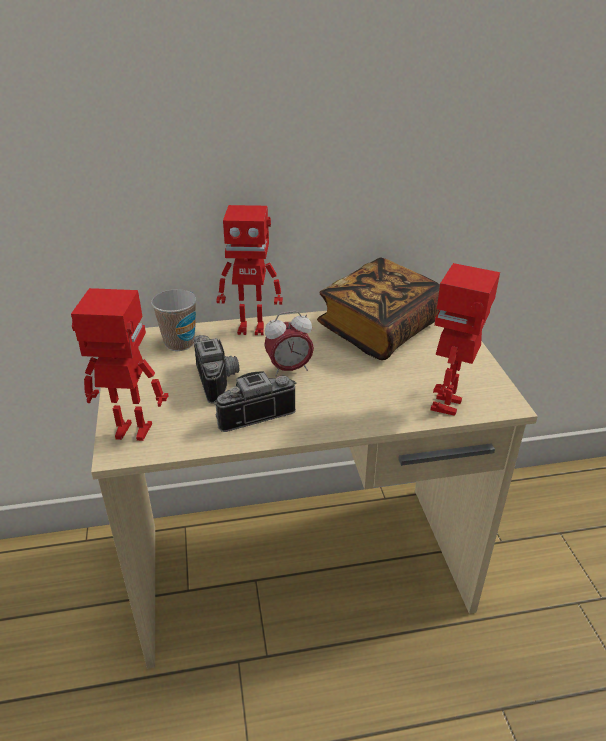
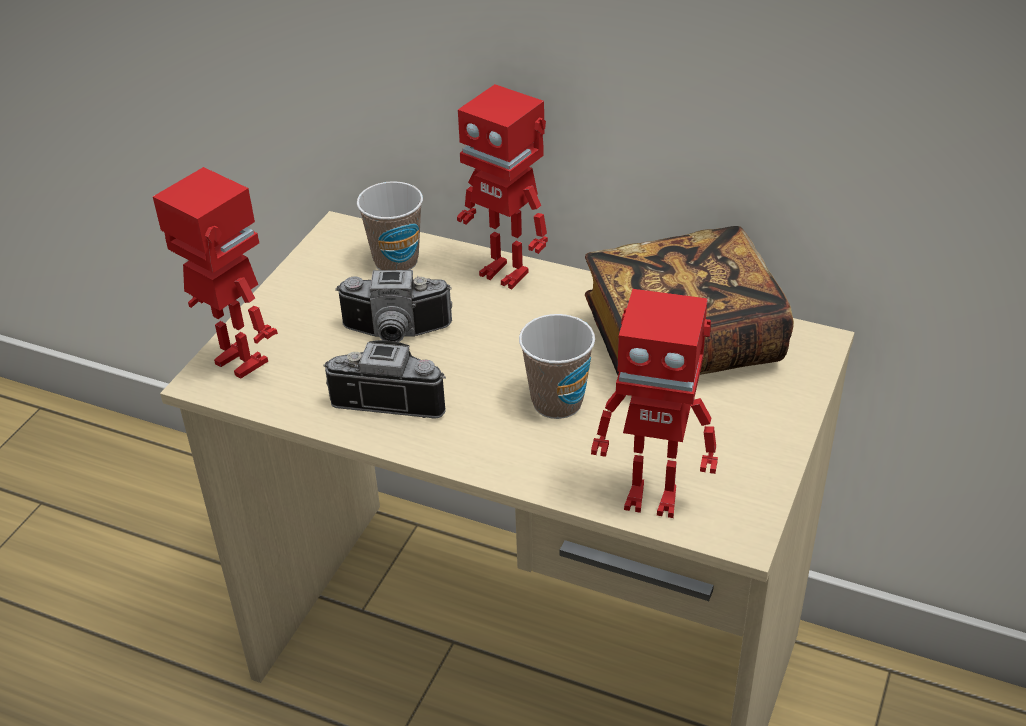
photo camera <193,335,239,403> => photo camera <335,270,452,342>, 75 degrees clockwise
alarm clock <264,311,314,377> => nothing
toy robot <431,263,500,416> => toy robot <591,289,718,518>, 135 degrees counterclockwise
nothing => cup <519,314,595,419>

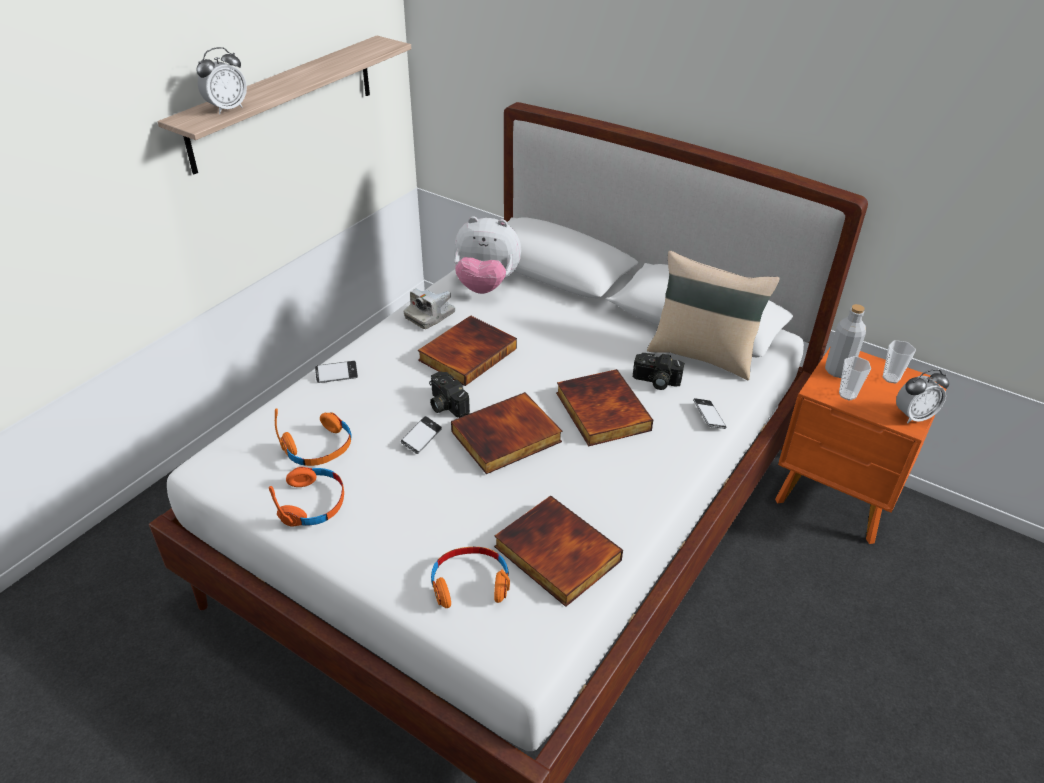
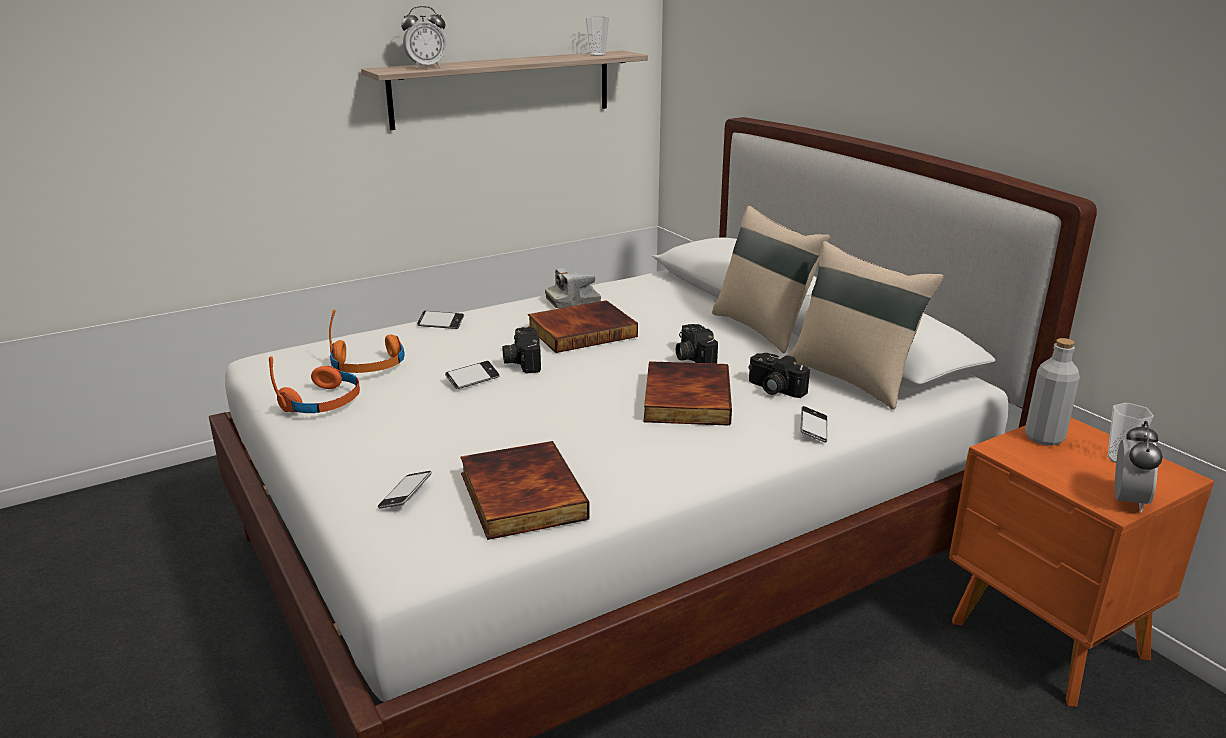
headphones in orange <431,547,510,608> => phone <378,471,432,509>
book <451,392,562,474> => nothing
plush toy <454,216,521,294> => nothing
cup <839,356,871,400> => cup <586,16,609,56>, relocated
alarm clock <896,369,949,424> => alarm clock <1115,421,1163,513>, 75 degrees counterclockwise
nothing => photo camera <676,324,718,364>
nothing => pillow in beige <712,206,830,353>

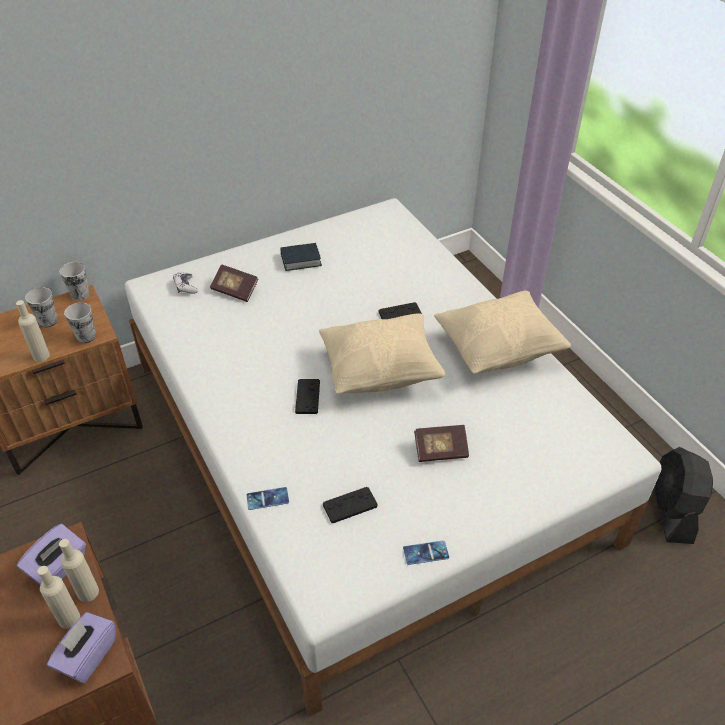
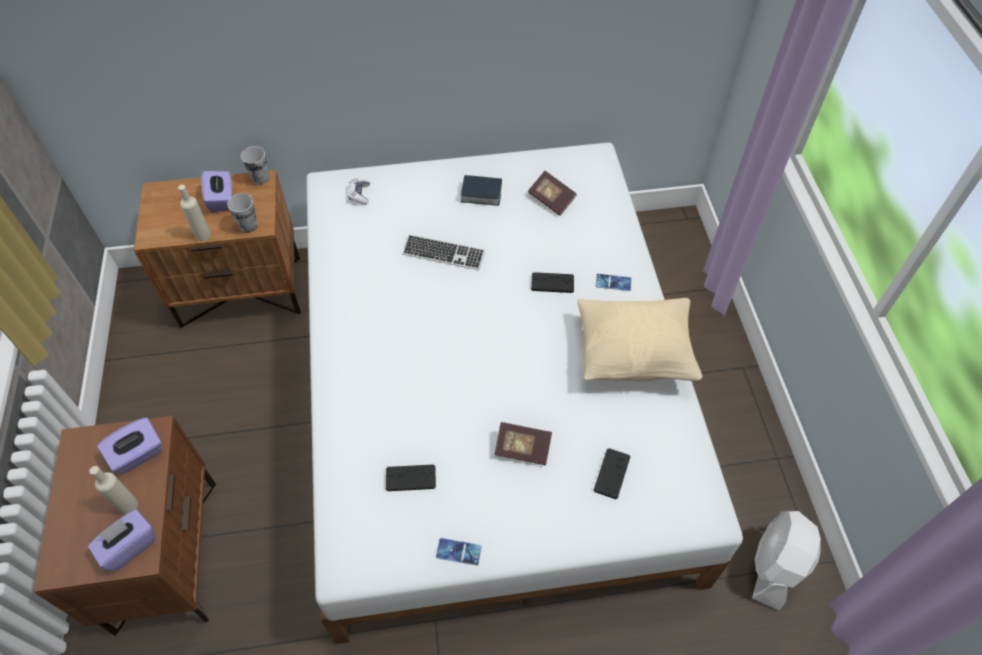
cup <25,287,58,328> => tissue box in purple <202,171,232,213>
bottle in beige <59,539,99,602> => nothing
book <210,264,258,302> => book <528,171,577,216>, relocated
phone <247,487,289,510> => phone <596,274,632,291>, relocated
game controller in black <295,379,320,414> => game controller in black <594,448,631,499>, relocated
pillow in beige <319,313,446,394> => nothing
fan in black <653,447,713,544> => fan in white <752,511,821,611>
nothing => keyboard <402,234,485,270>

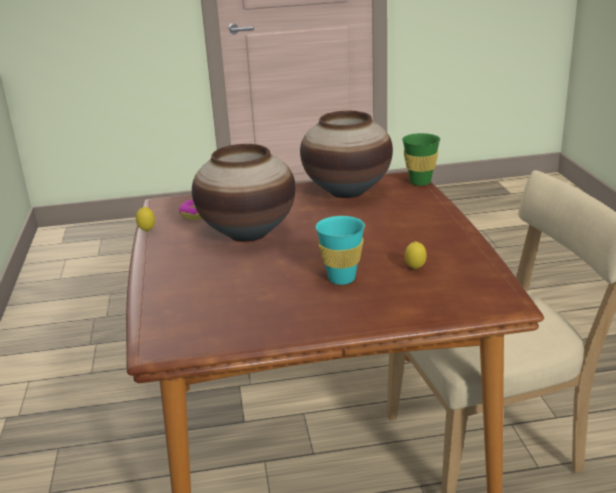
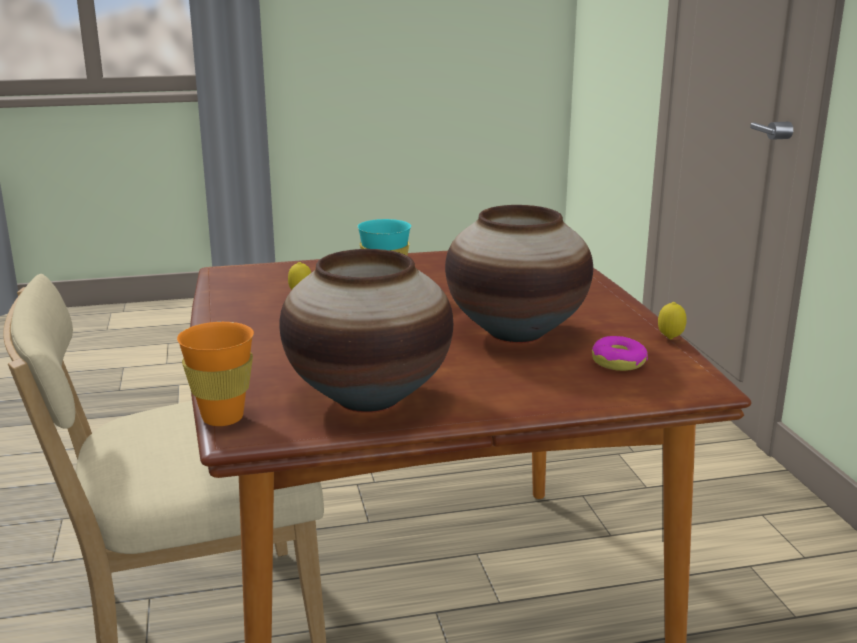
cup in green <402,133,440,186> => cup in orange <177,322,254,426>

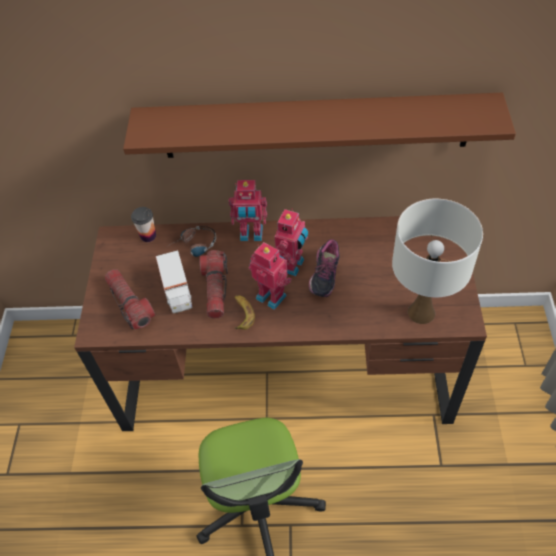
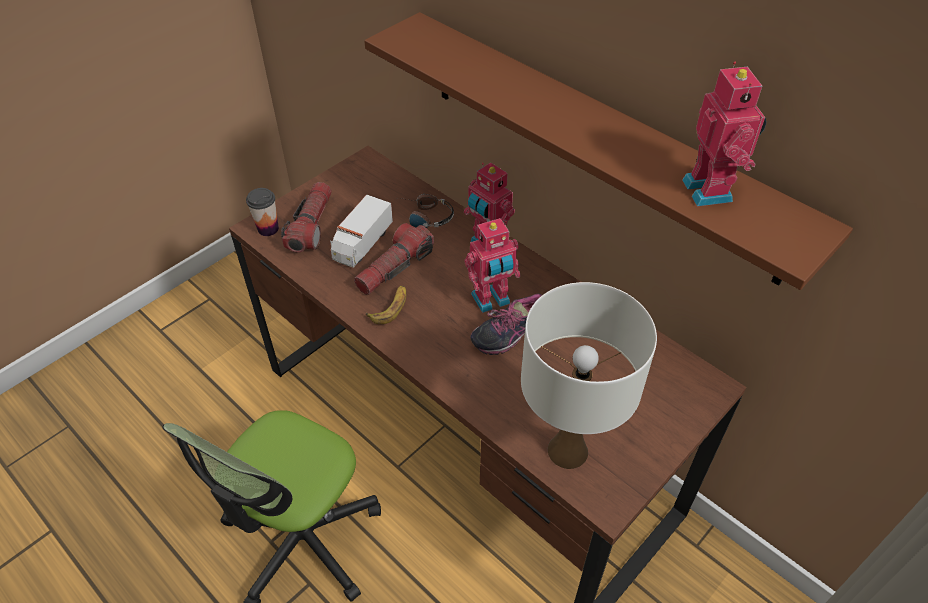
cup <131,207,156,242> => cup <246,188,279,236>, relocated
toy robot <249,242,292,310> => toy robot <682,61,766,206>, relocated

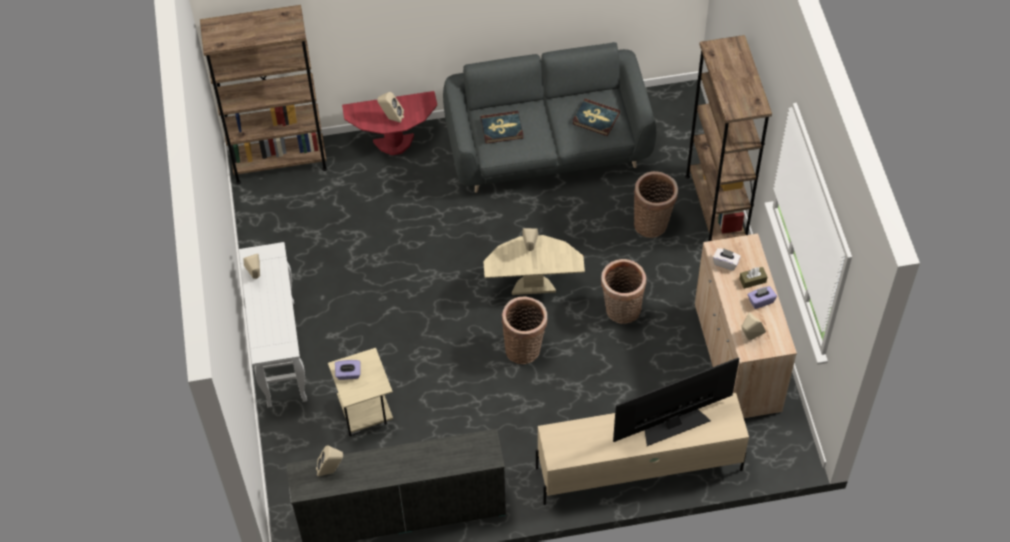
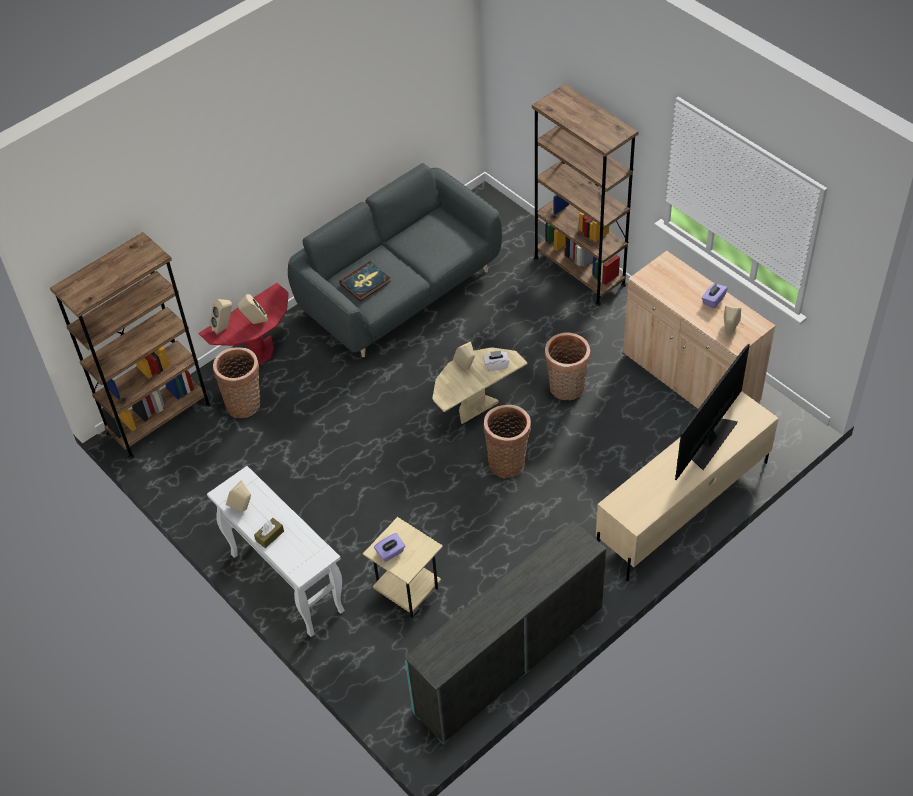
speaker in beige <316,446,343,476> => speaker in beige <209,299,232,334>, relocated
book <572,99,620,136> => nothing
basket <634,171,678,238> => basket <213,347,260,418>, relocated
tissue box in white <713,248,741,271> => tissue box in white <483,351,509,371>, relocated
tissue box in brown <739,267,767,289> => tissue box in brown <254,518,284,548>, relocated

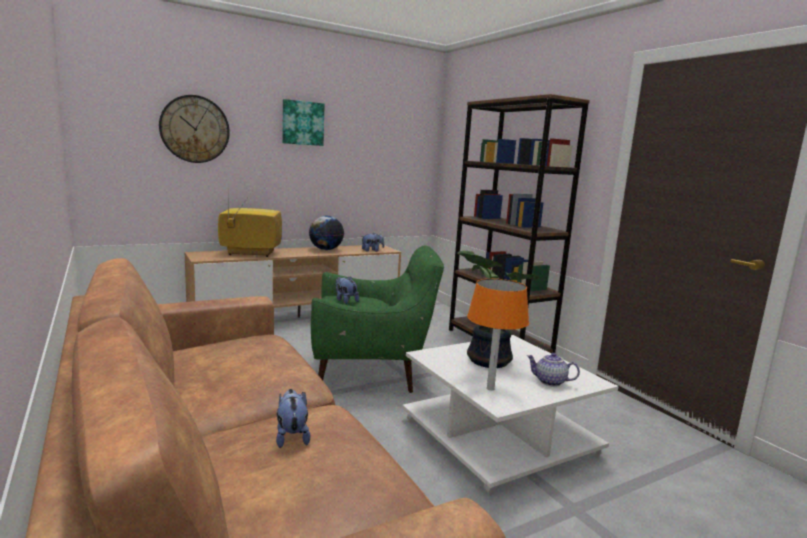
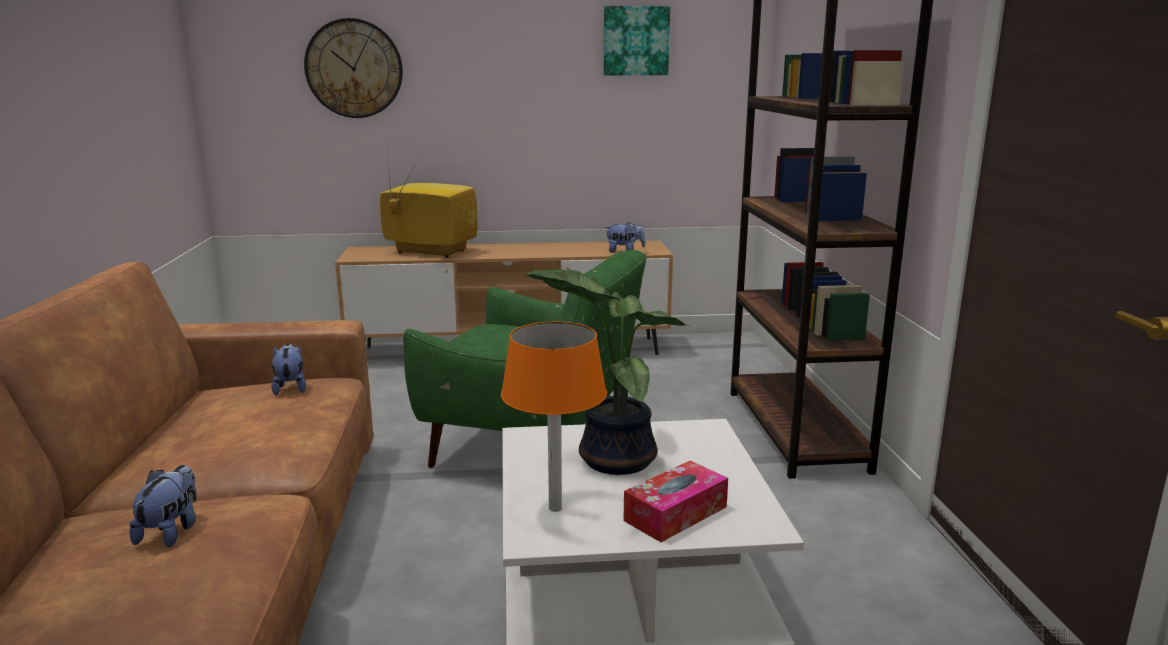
picture <282,99,325,146> => picture <604,6,670,75>, relocated
globe <309,216,344,250> => nothing
plush toy <336,276,359,304> => plush toy <272,343,306,396>, relocated
teapot <527,353,580,387> => tissue box <624,461,728,542>

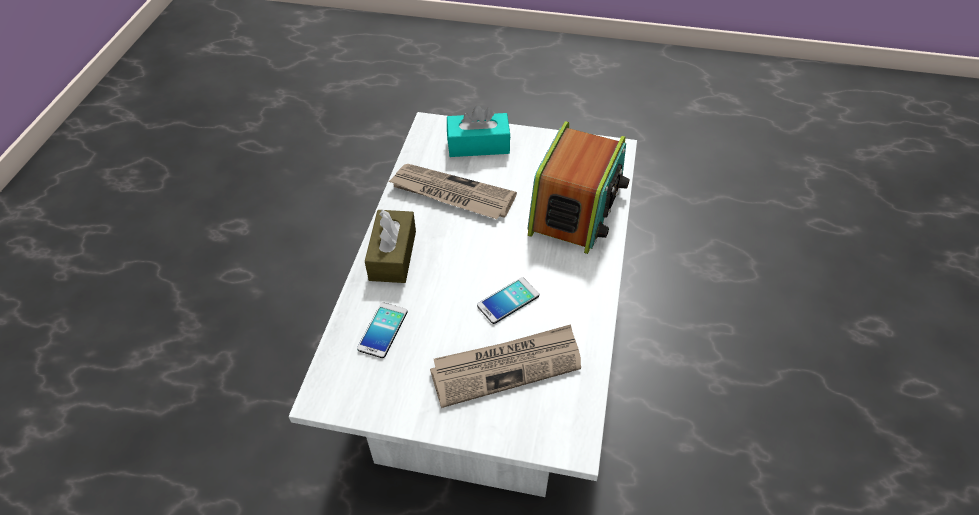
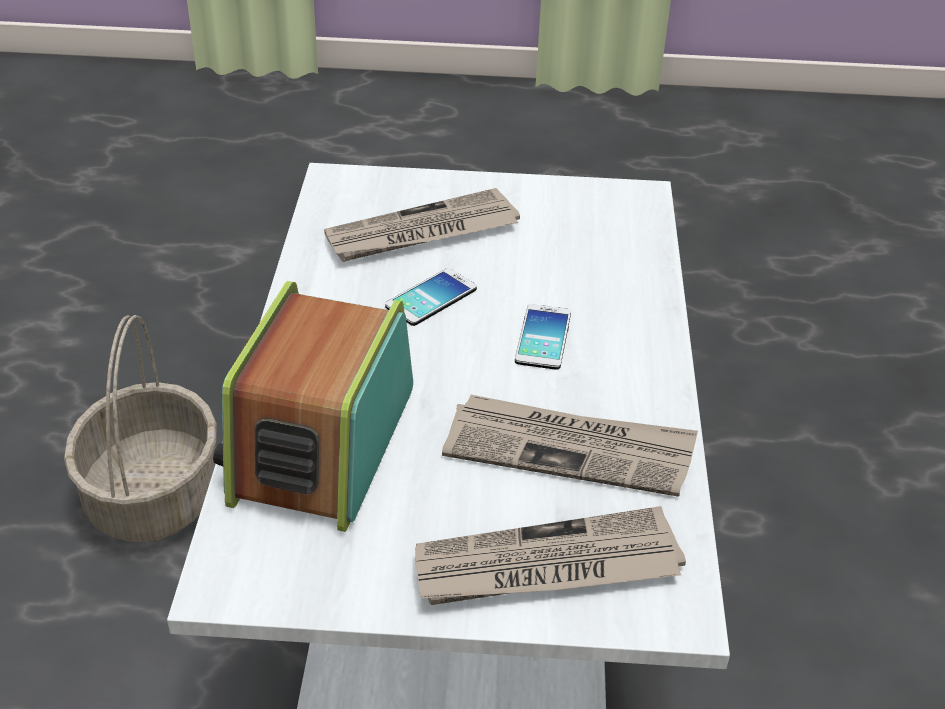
phone <357,302,408,358> => phone <515,304,571,370>, relocated
tissue box in brown <365,210,416,283> => nothing
tissue box in turquoise <447,105,511,157> => newspaper <415,506,686,605>
nothing => basket <64,315,217,543>

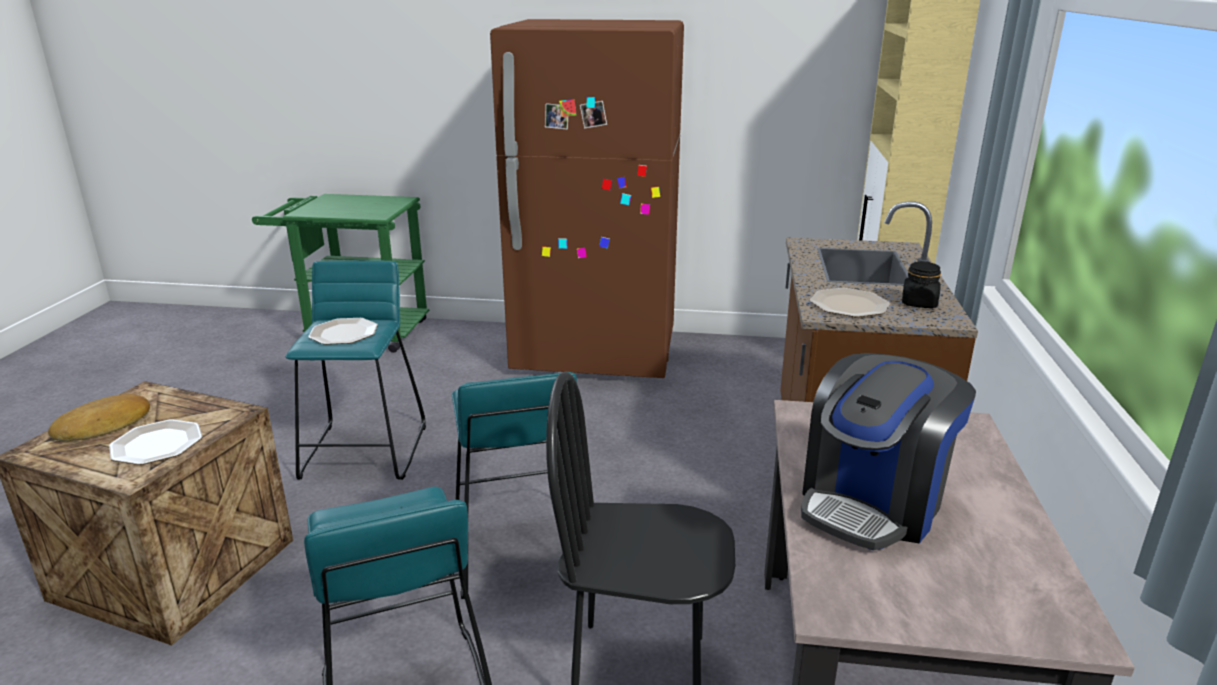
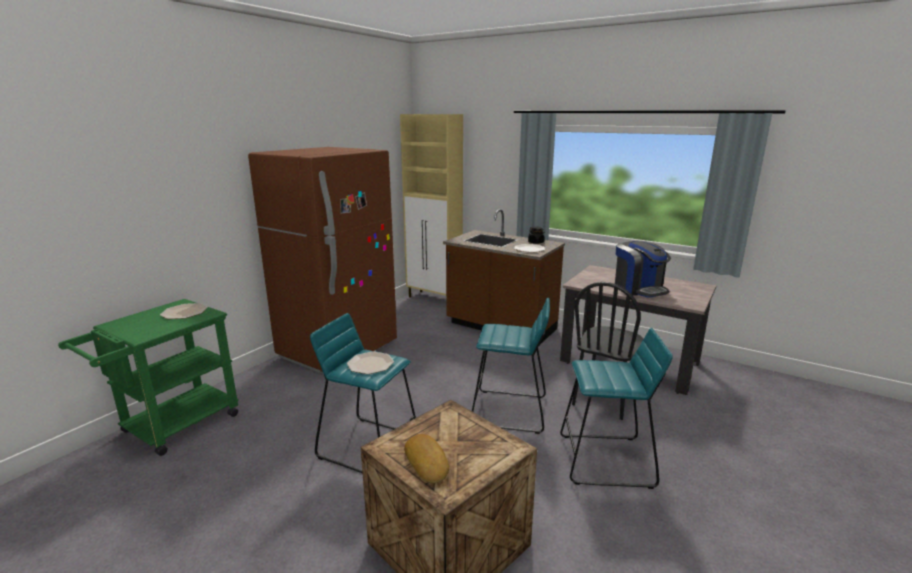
plate <109,419,203,465> => plate <160,303,208,319>, relocated

